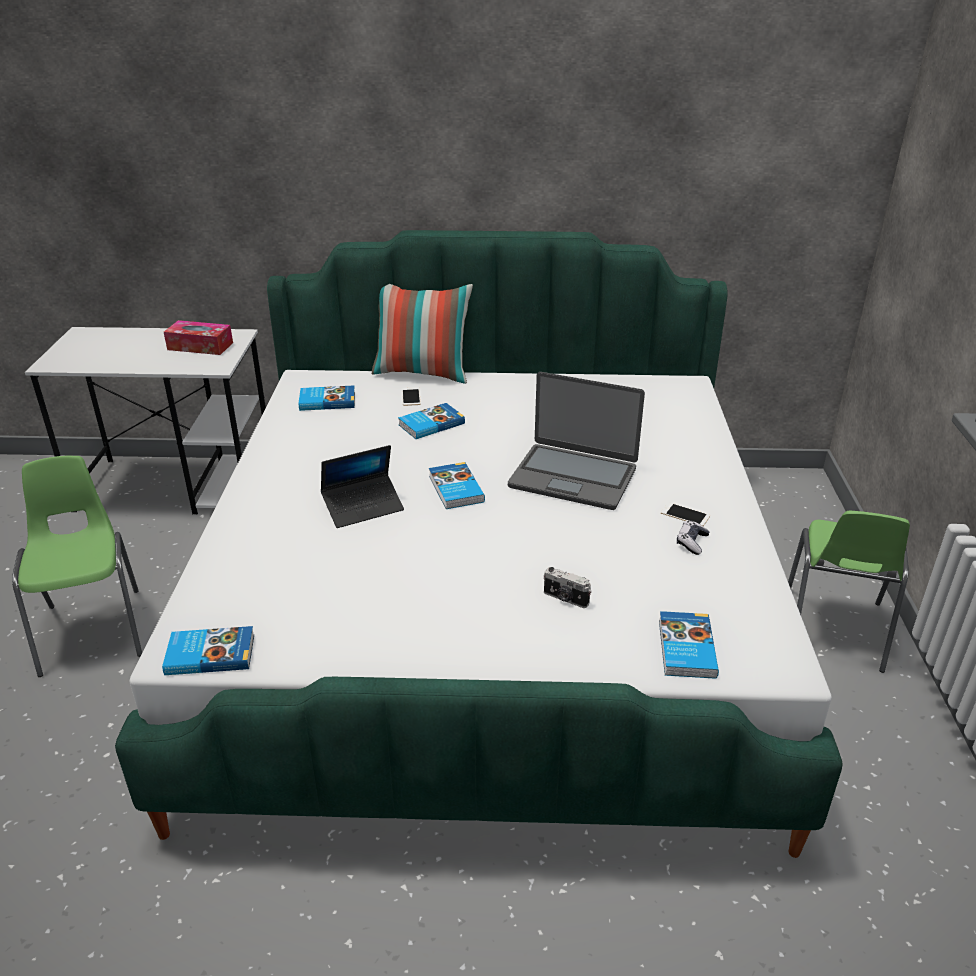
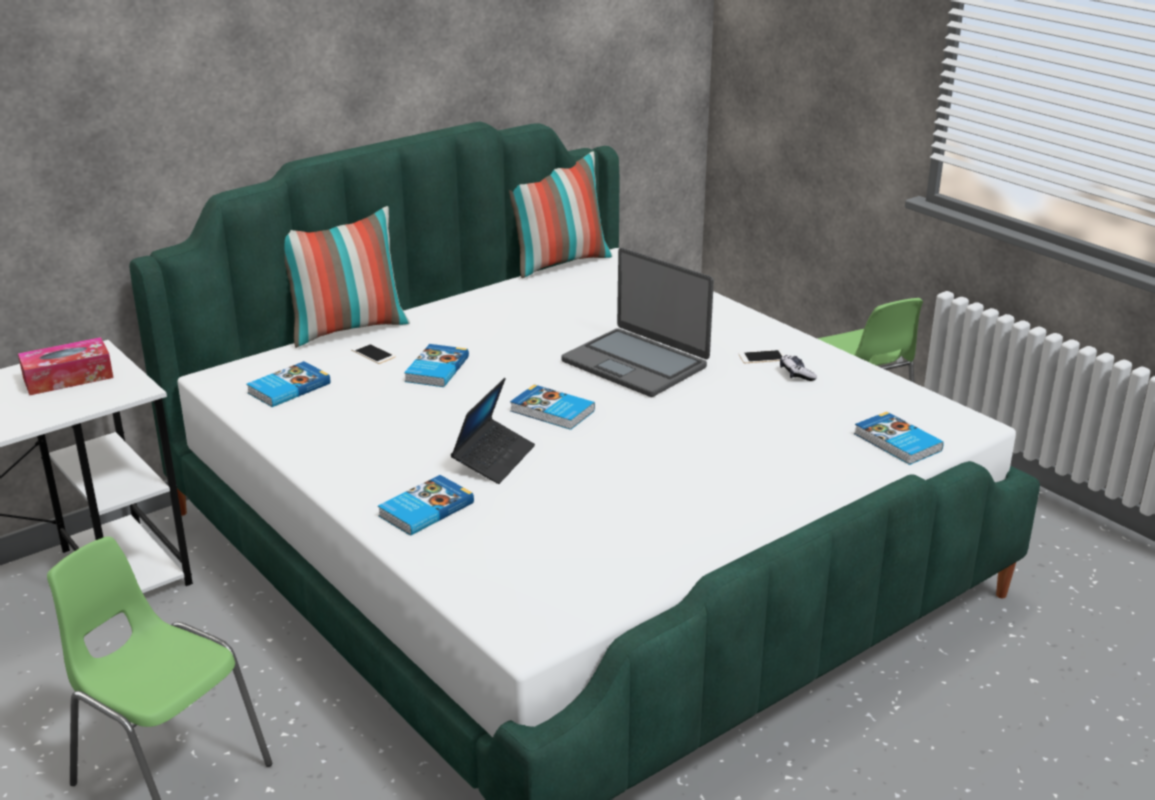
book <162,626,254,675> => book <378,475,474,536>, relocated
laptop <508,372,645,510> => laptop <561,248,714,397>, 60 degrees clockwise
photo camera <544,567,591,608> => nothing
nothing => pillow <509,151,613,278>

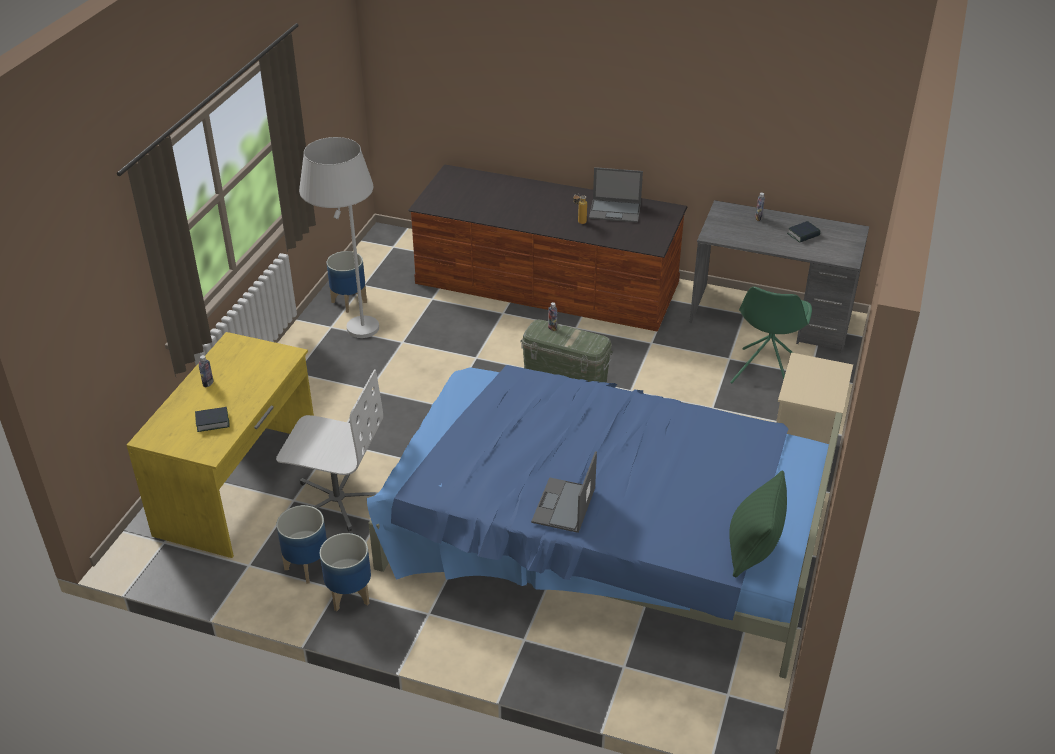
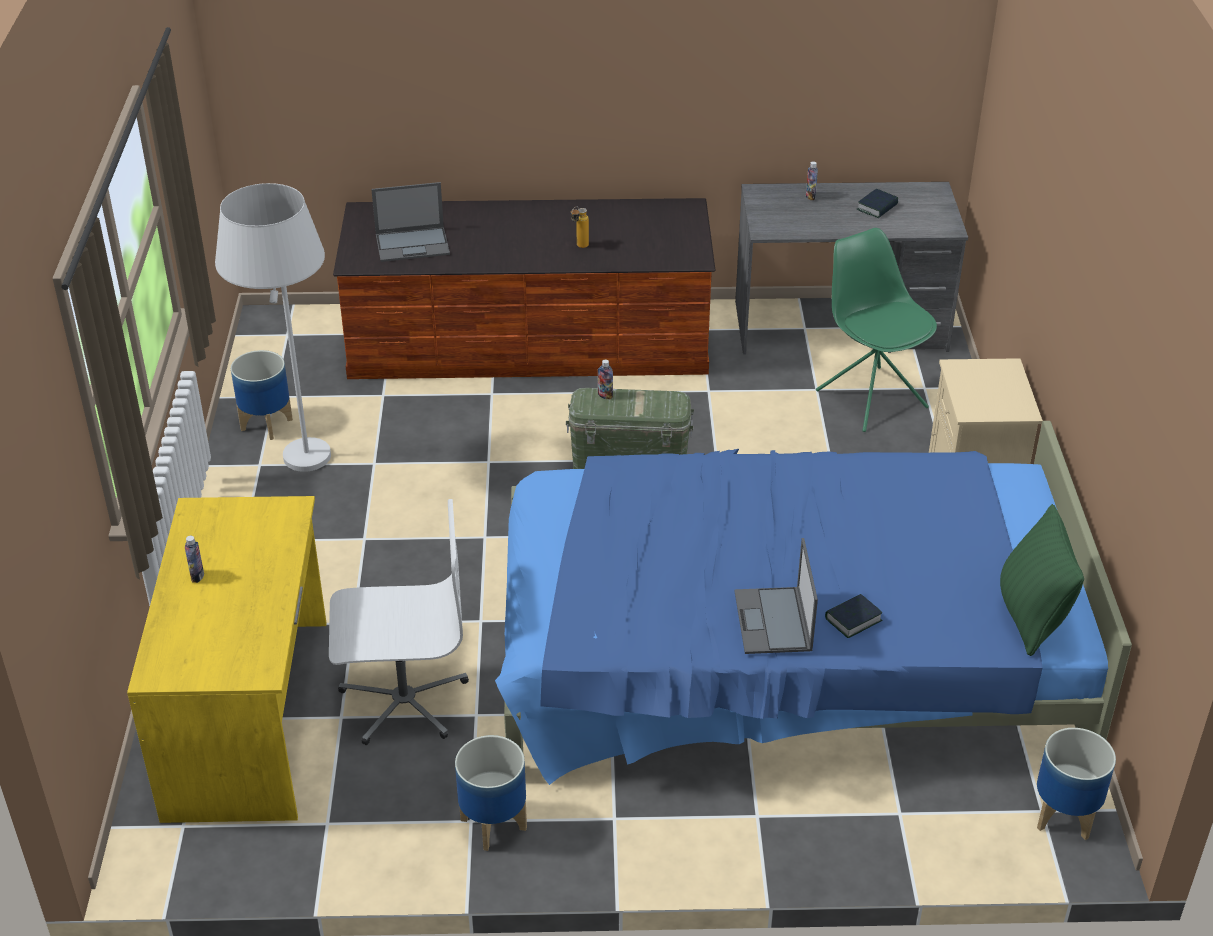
book <195,407,230,432> => book <825,594,883,638>, relocated
planter <276,505,327,584> => planter <1037,728,1116,840>, relocated
laptop <589,167,643,223> => laptop <371,182,450,262>, relocated
chair in green <730,287,812,383> => chair in green <816,228,937,432>, 150 degrees clockwise

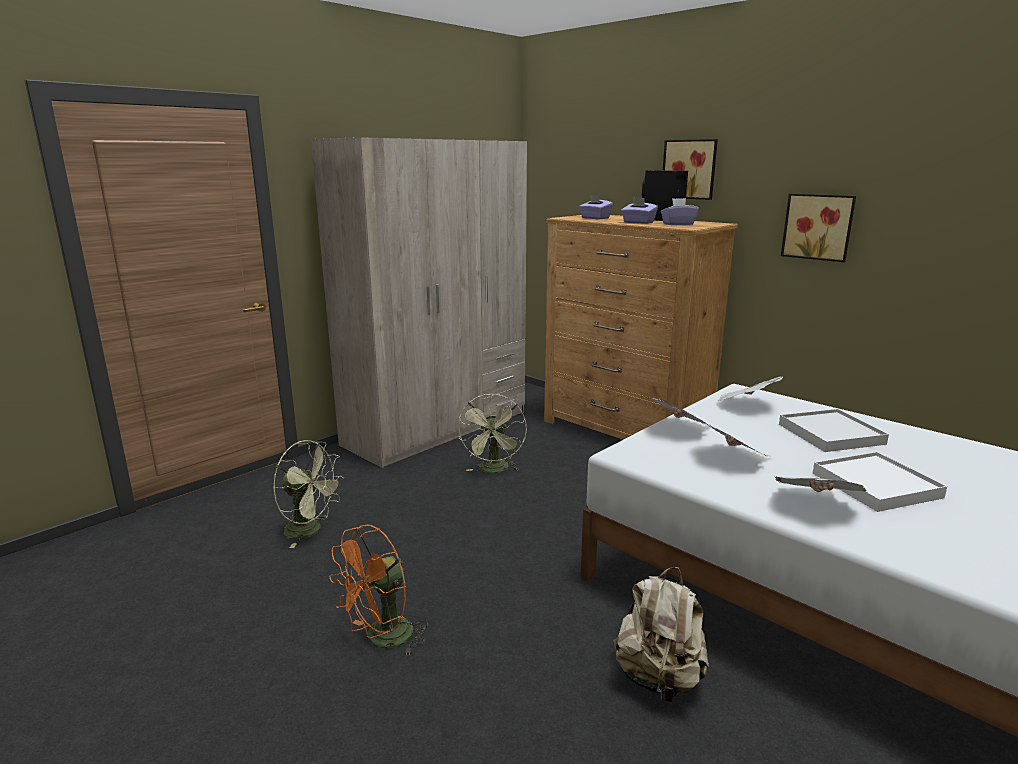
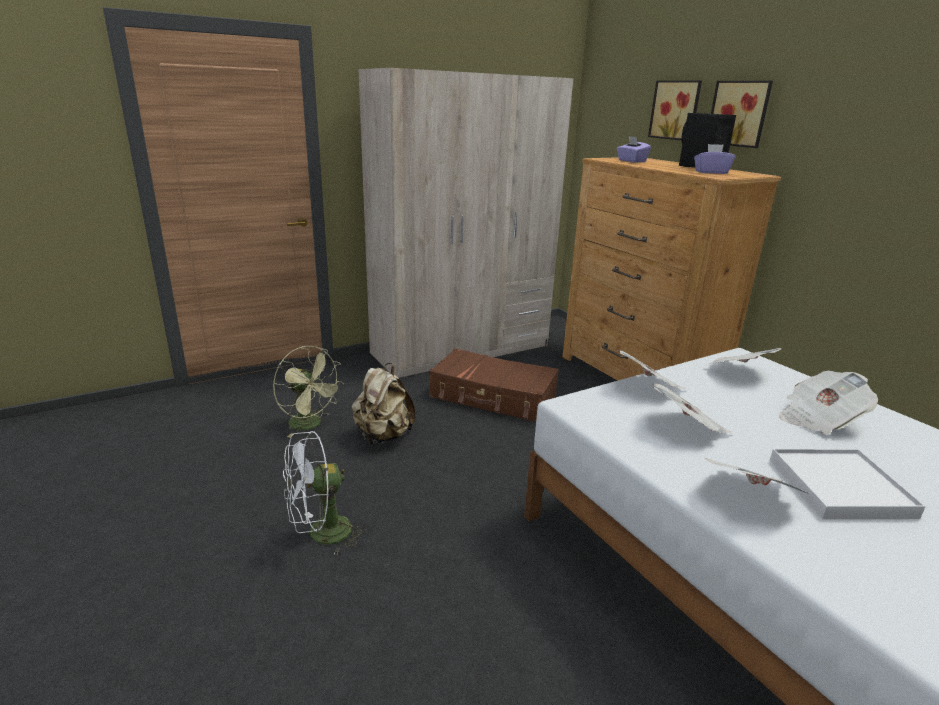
fan in orange <329,525,428,657> => fan in white <283,431,367,555>
fan in green <458,394,527,473> => suitcase in brown <429,348,559,422>
backpack in beige <613,567,709,702> => backpack in beige <352,363,416,445>, relocated
tissue box in purple <621,197,658,224> => nothing
tray in white <779,409,889,452> => newspaper <779,371,878,434>
picture <781,193,856,262> => picture <648,80,702,140>, relocated

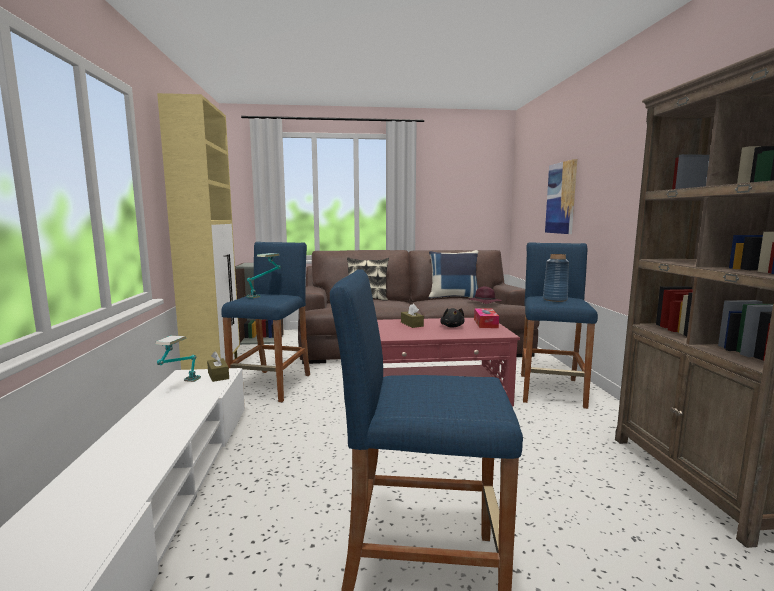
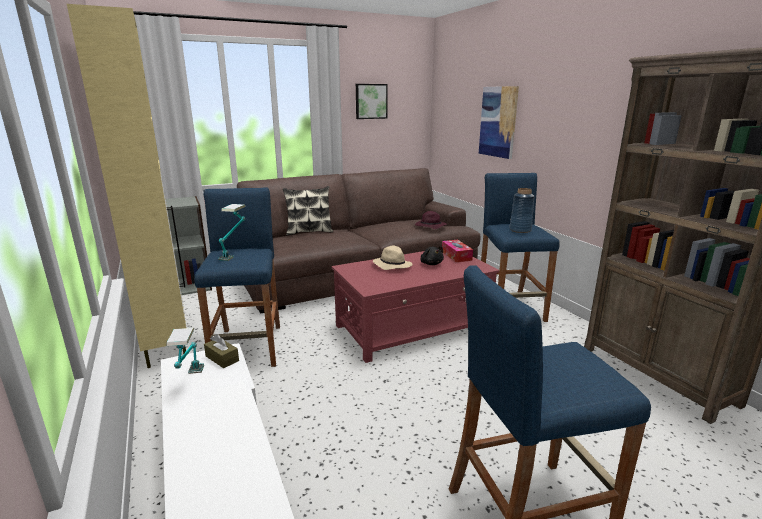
tissue box in brown <401,304,424,328> => hat in beige <373,245,413,270>
pillow in blue <429,250,478,299> => nothing
nothing => picture <356,84,388,119>

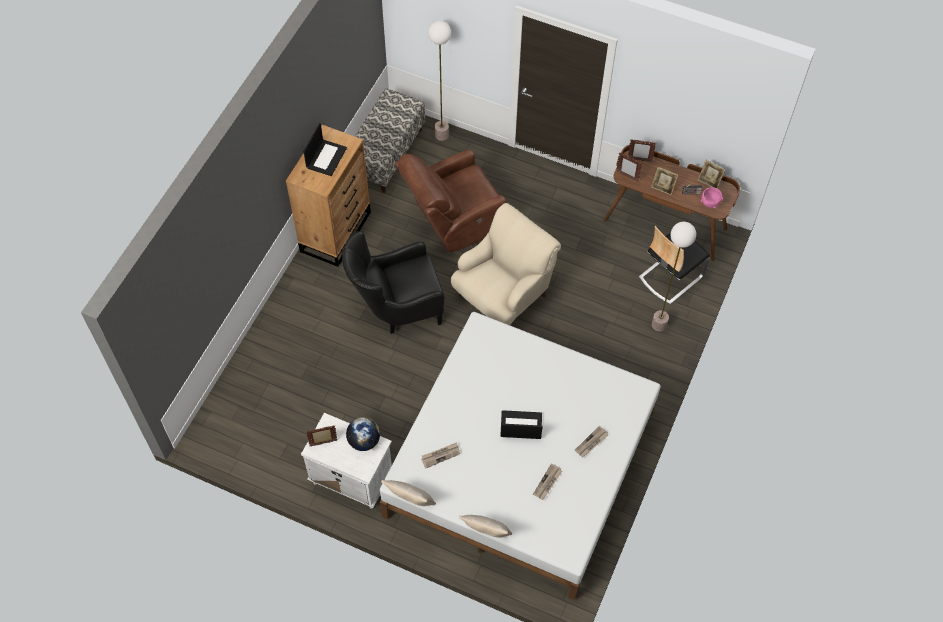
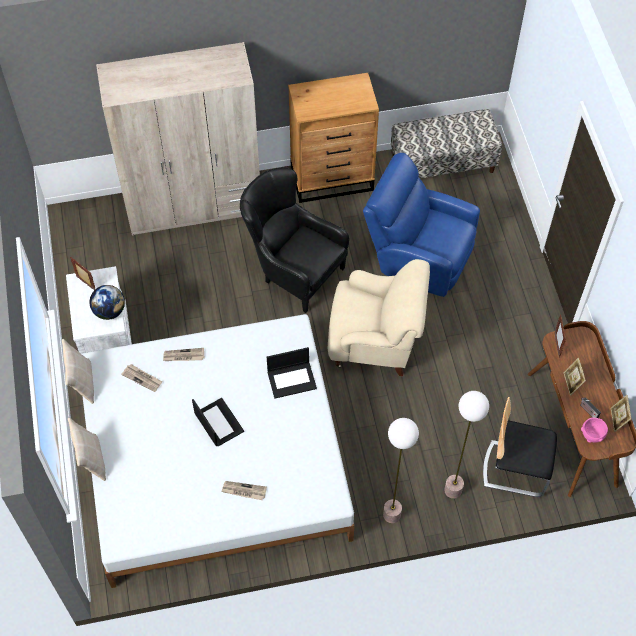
laptop <303,123,347,176> => laptop <267,347,317,399>, relocated
armchair in brown <395,149,507,252> => armchair in blue <363,153,480,297>
floor lamp <428,20,451,141> => floor lamp <383,418,419,523>, relocated
newspaper <533,463,562,500> => newspaper <163,348,204,361>, relocated
picture frame <628,140,656,162> => nothing
nothing => wardrobe in beige <96,42,260,236>

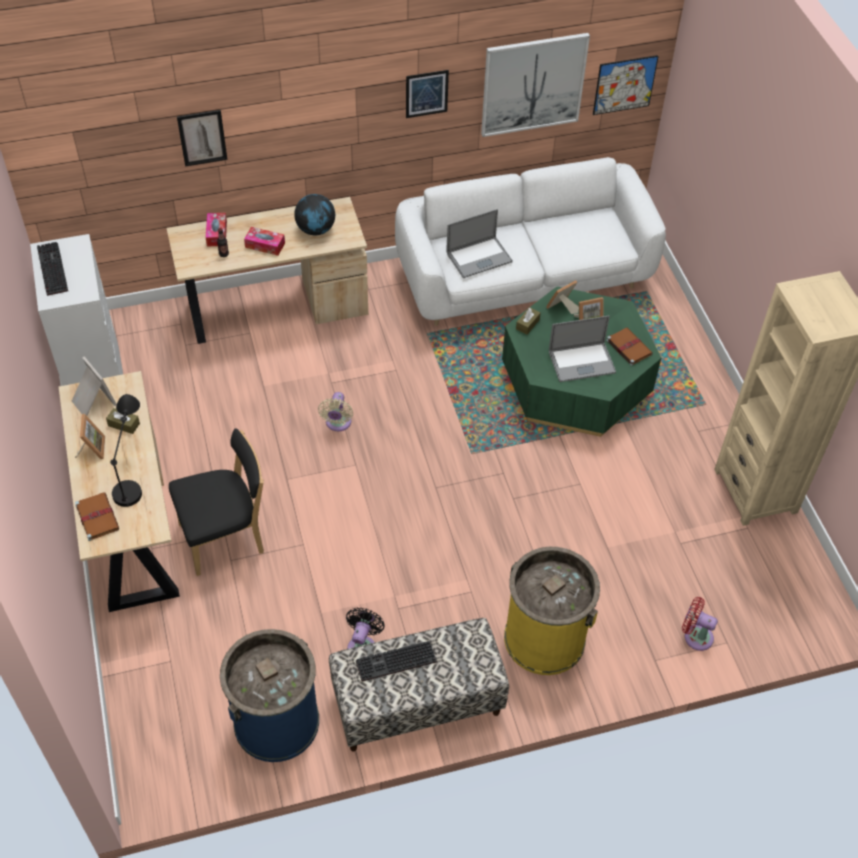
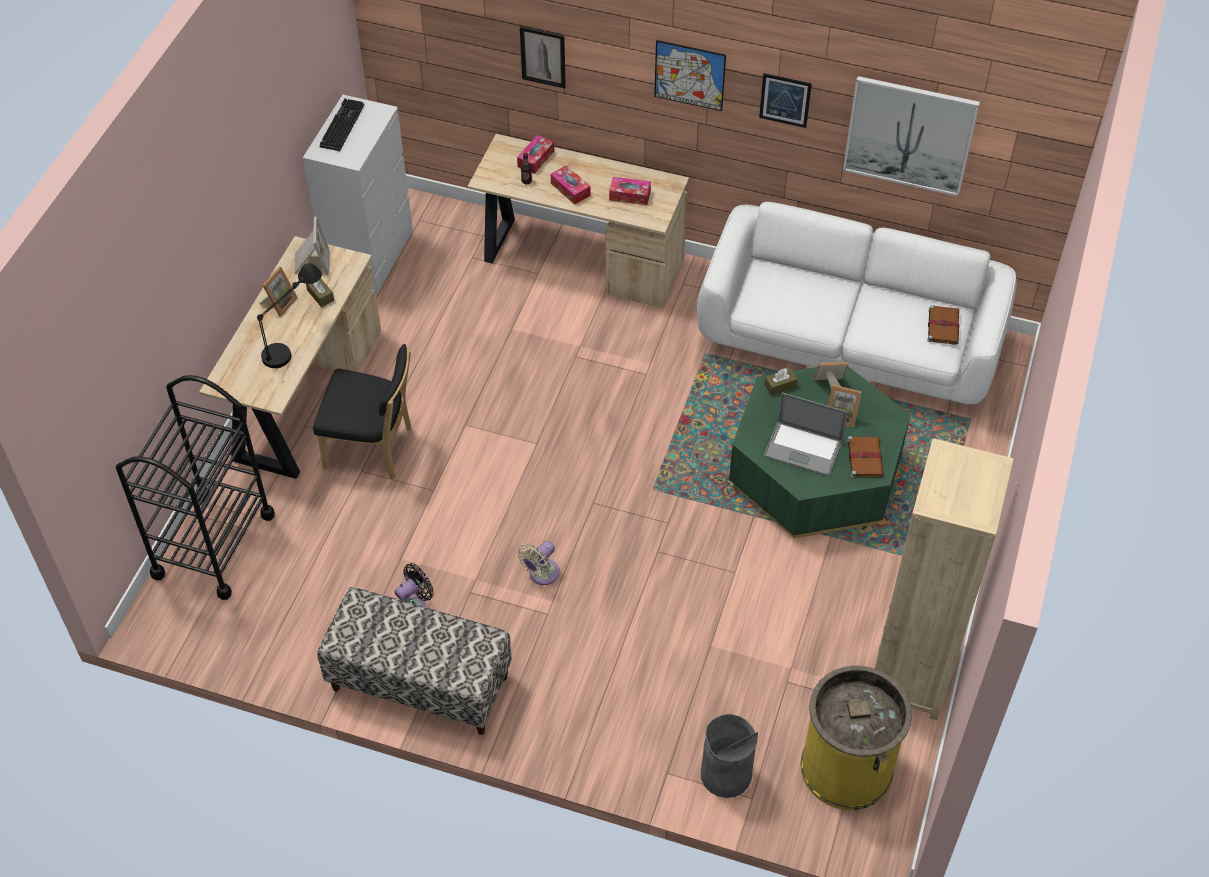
book in brown <75,492,119,541> => book in brown <928,305,959,345>, relocated
trash can in blue <220,629,319,762> => nothing
globe <294,194,335,235> => tissue box <609,177,651,205>
fan in beige <318,392,353,431> => fan in beige <517,541,560,585>, relocated
keyboard <356,641,437,681> => nothing
laptop <446,209,513,278> => nothing
trash can in yellow <504,547,600,675> => trash can in yellow <800,666,912,810>, relocated
picture <593,55,659,115> => picture <654,40,726,111>, relocated
fan in red <682,597,718,651> => trash can in grey <701,714,758,798>
nothing => cart in black <116,375,275,600>

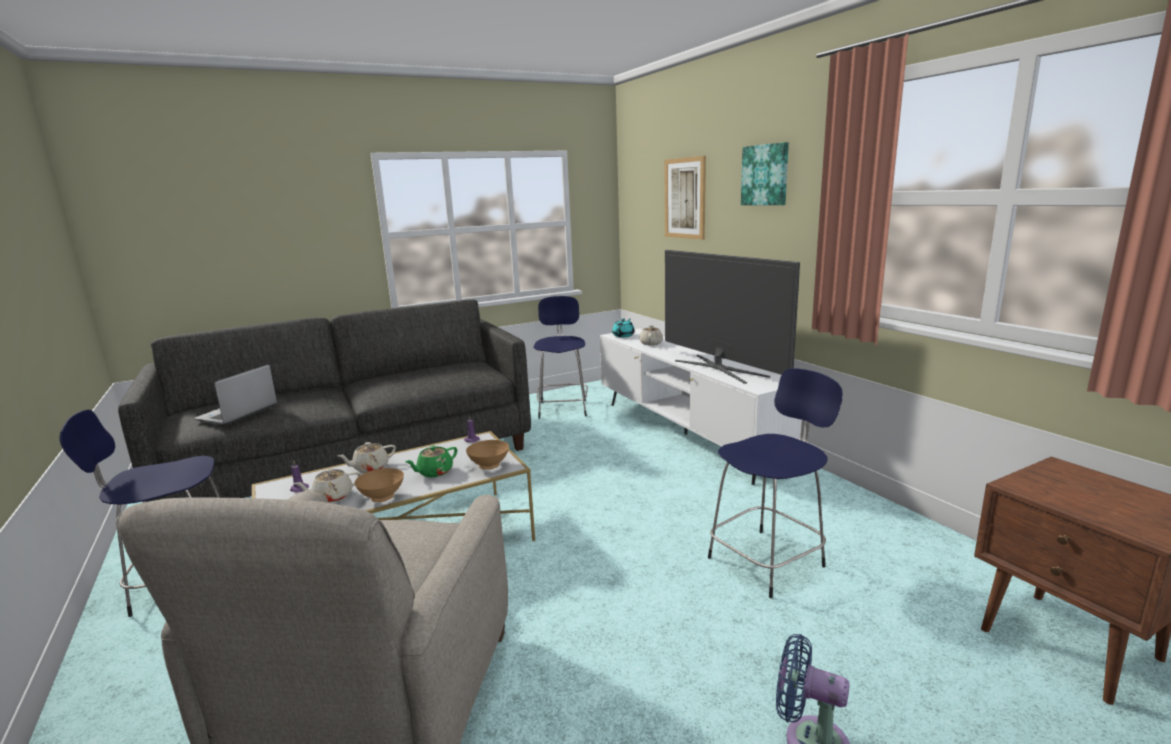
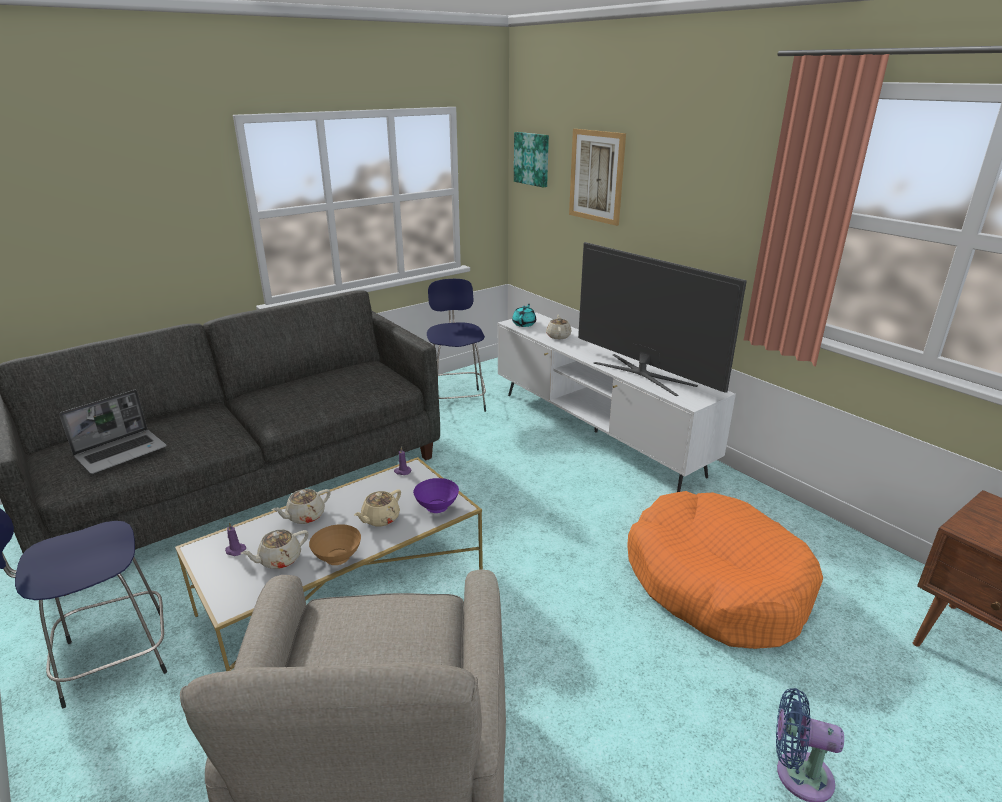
laptop <194,365,277,425> => laptop <59,390,167,474>, 150 degrees counterclockwise
teapot in green <405,445,457,477> => teapot in beige <354,489,401,527>
bowl in brown <466,440,509,470> => bowl in purple <413,478,459,513>
stool in blue <708,368,843,598> => dog bed in orange <627,491,823,649>
picture <741,142,789,205> => picture <514,132,549,187>, relocated

